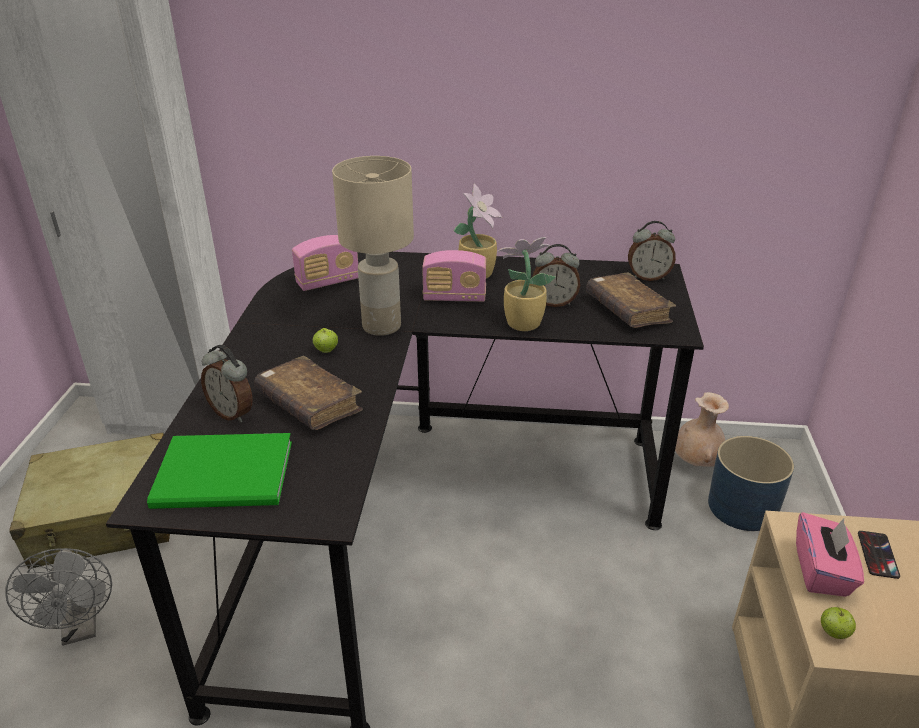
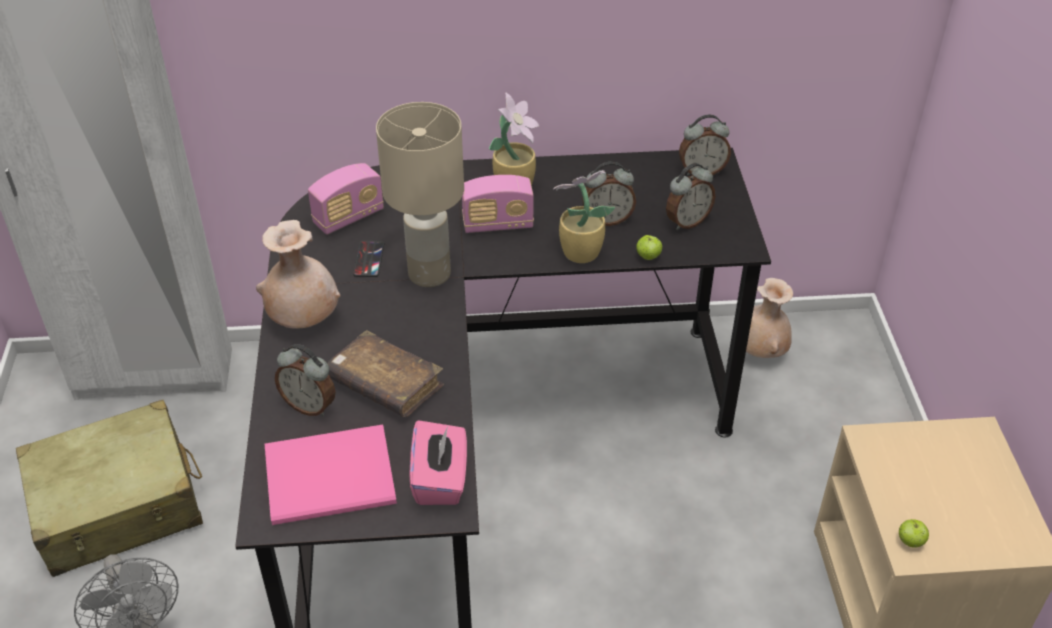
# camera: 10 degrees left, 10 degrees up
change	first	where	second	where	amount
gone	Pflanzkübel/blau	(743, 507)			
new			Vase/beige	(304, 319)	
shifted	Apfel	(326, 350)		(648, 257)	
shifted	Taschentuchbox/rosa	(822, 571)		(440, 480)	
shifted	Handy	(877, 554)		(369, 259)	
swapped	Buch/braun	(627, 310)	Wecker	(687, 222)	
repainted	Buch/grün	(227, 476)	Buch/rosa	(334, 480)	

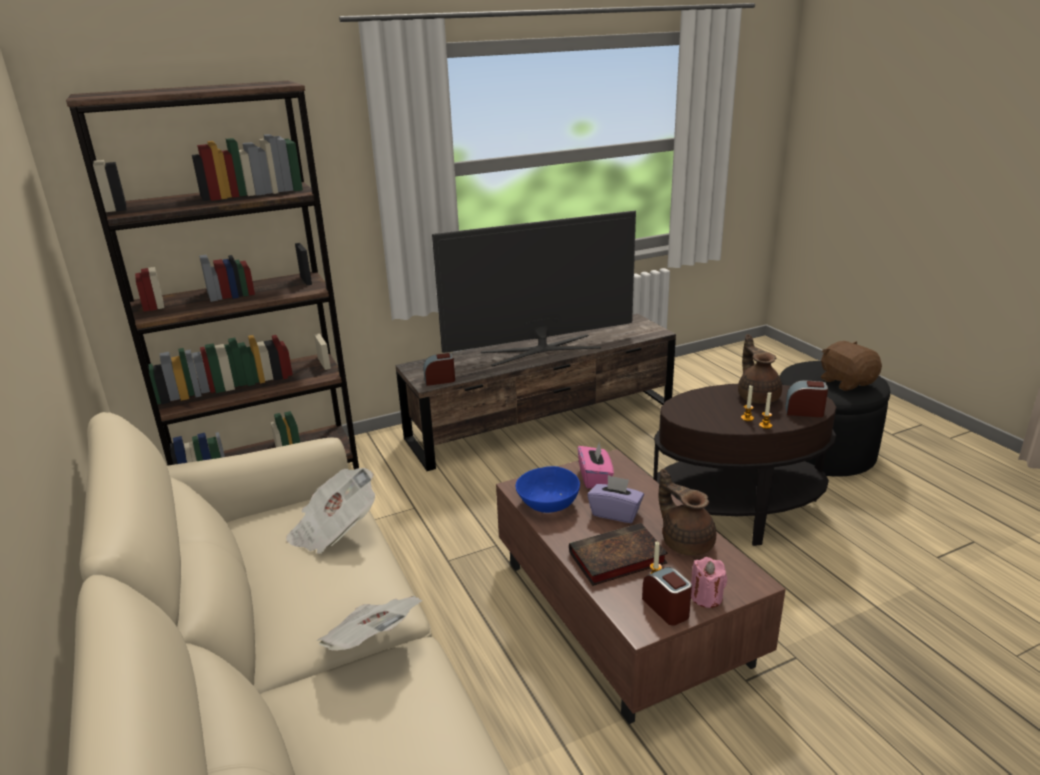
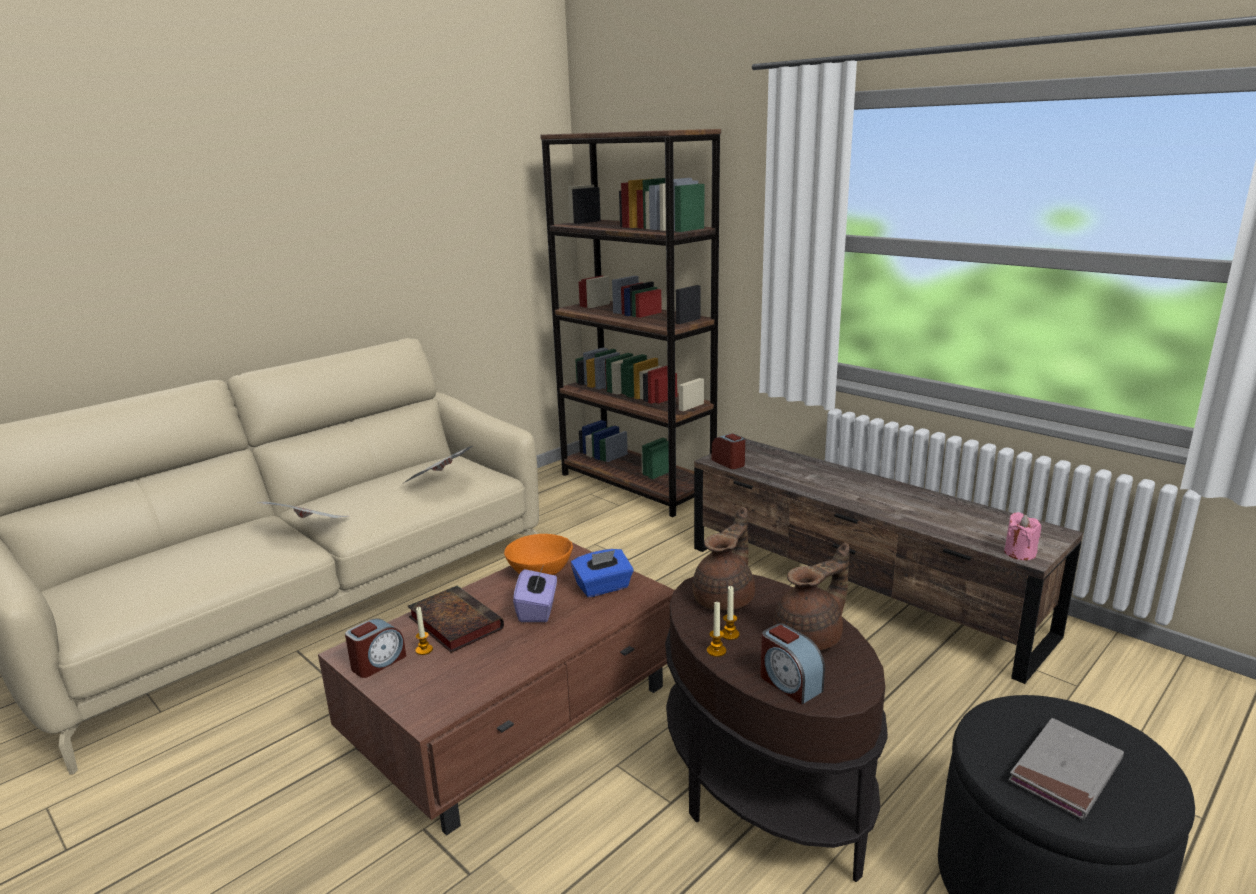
# camera: 70 degrees right, 5 degrees down
change	first	where	second	where	amount
gone	Fernseher	(541, 350)			
shifted	Teekanne/braun	(686, 542)		(726, 599)	
shifted	Kerze/rosa	(706, 597)		(1019, 553)	
swapped	Plüschtier/braun	(846, 382)	Buch/grau	(1065, 772)	
repainted	Schüssel/blau	(548, 504)	Schüssel/orange	(539, 571)	
repainted	Taschentuchbox/rosa	(595, 478)	Taschentuchbox/blau	(603, 587)	
rotated	Wecker	(804, 411)		(789, 683)	150 degrees clockwise

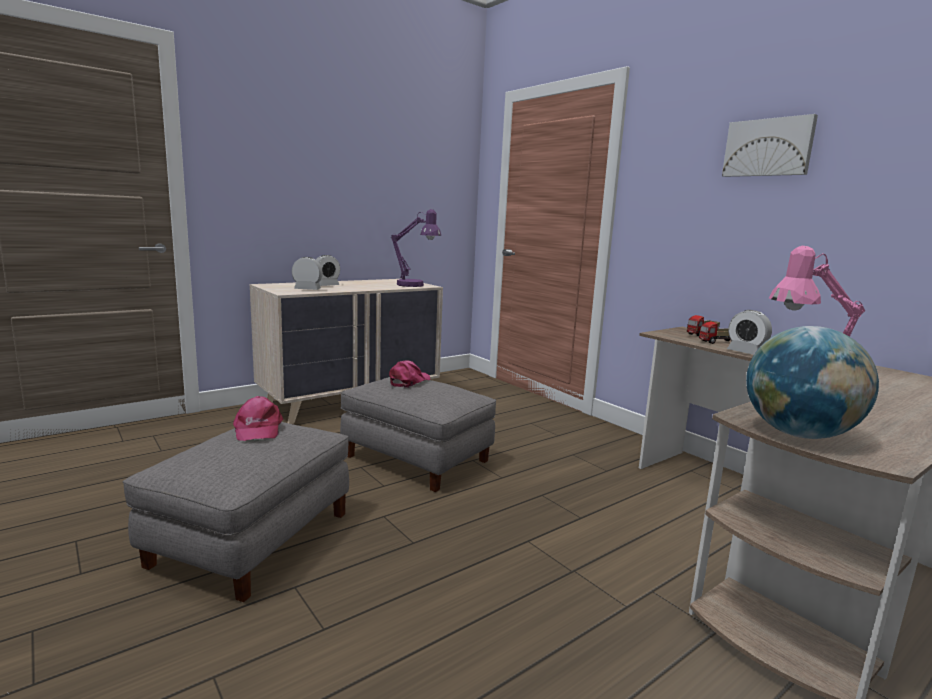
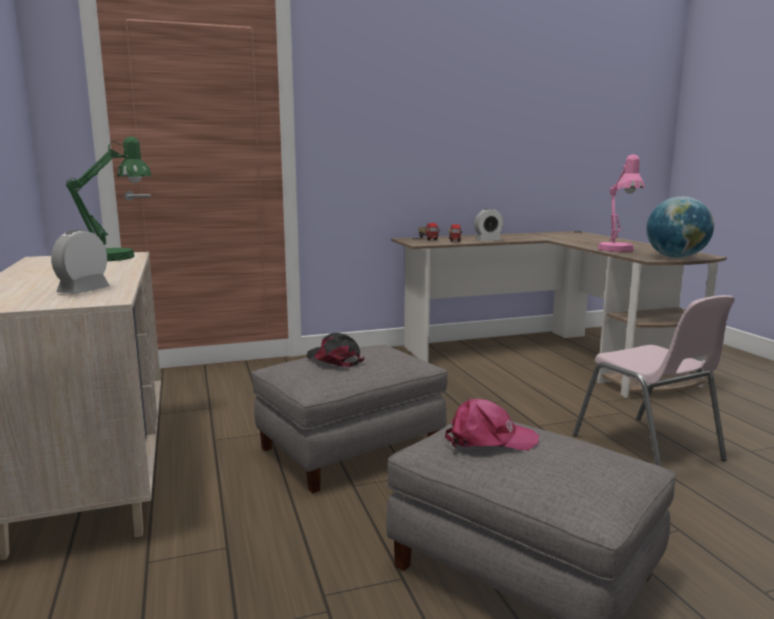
# camera: 70 degrees left, 0 degrees up
change	first	where	second	where	amount
gone	Wecker	(326, 285)			
gone	Bild	(768, 147)			
new			Stuhl/rosa	(648, 448)	
repainted	Kappe/rosa	(409, 381)	Kappe/schwarz	(334, 359)	
repainted	Tischlampe/lila	(416, 285)	Tischlampe/grün	(120, 256)	

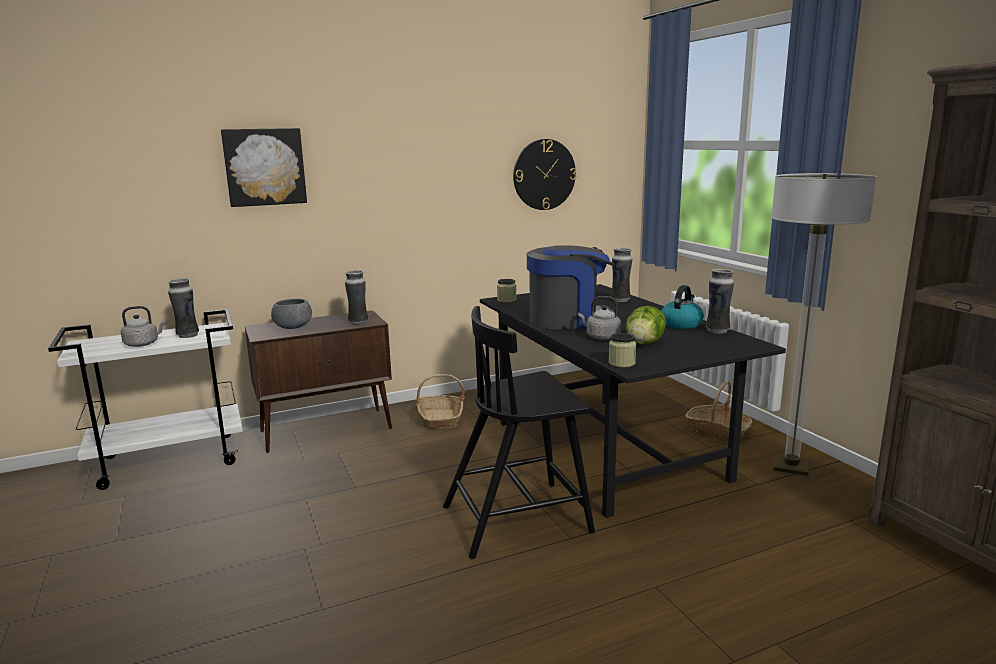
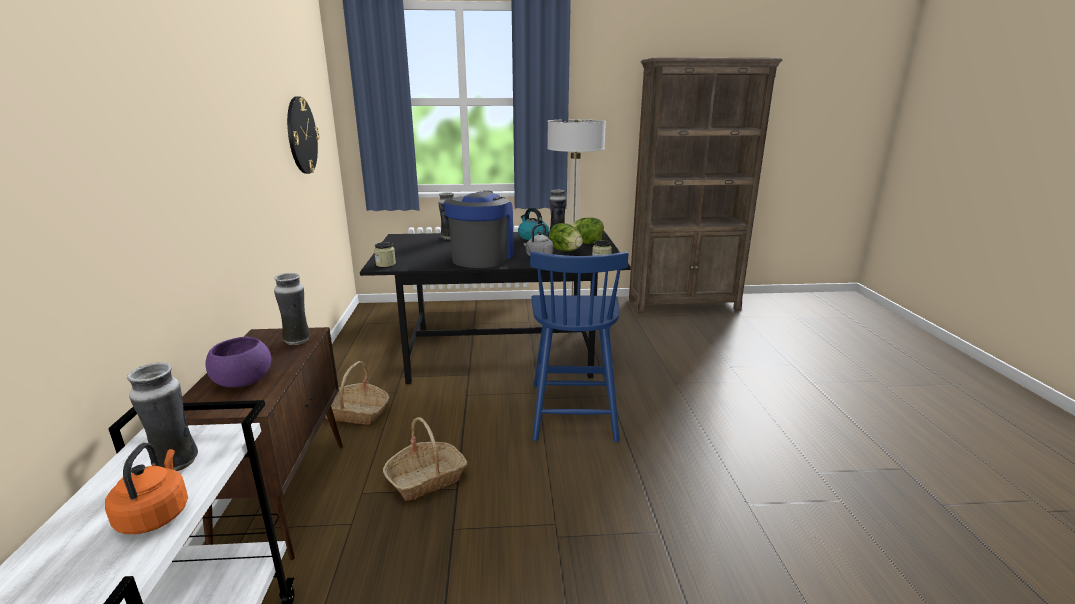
# camera: 70 degrees left, 5 degrees up
change	first	where	second	where	amount
gone	Bild	(264, 167)			
new			Salatkopf	(586, 243)	
shifted	Korb	(717, 431)		(426, 479)	
repainted	Wasserkessel/grau	(143, 344)	Wasserkessel/orange	(155, 514)	
repainted	Schüssel/grau	(293, 327)	Schüssel/lila	(243, 381)	
repainted	Stuhl/schwarz	(519, 518)	Stuhl/blau	(573, 410)	

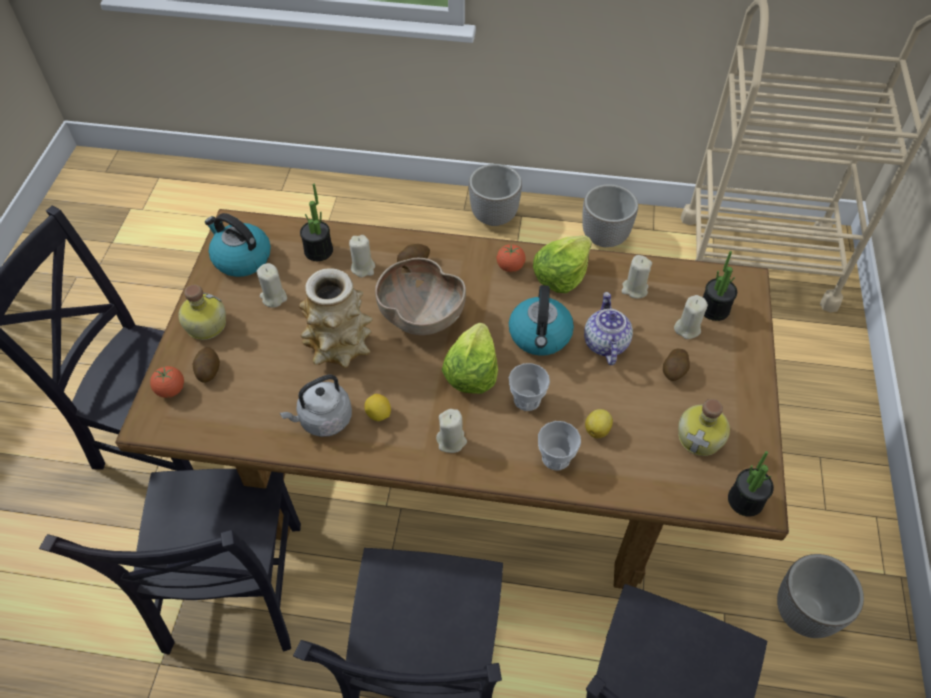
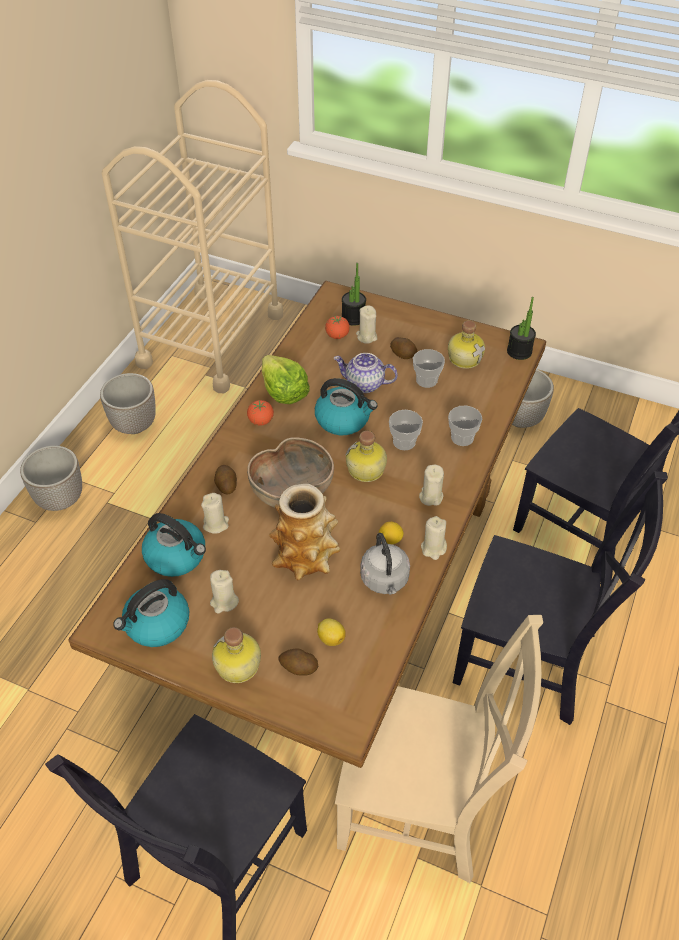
# camera: 75 degrees left, 5 degrees down
change	first	where	second	where	amount
new			Tasse	(426, 380)	
shifted	Tomate	(171, 390)		(337, 336)	
shifted	Zitrone	(597, 429)		(330, 638)	
shifted	Kerze/beige	(634, 289)		(433, 548)	
swapped	Topfpflanze	(318, 251)	Wasserkessel	(177, 556)	
swapped	Salatkopf	(471, 372)	Flasche	(366, 470)	
repainted	Stuhl/schwarz	(233, 593)	Stuhl/beige	(422, 808)	

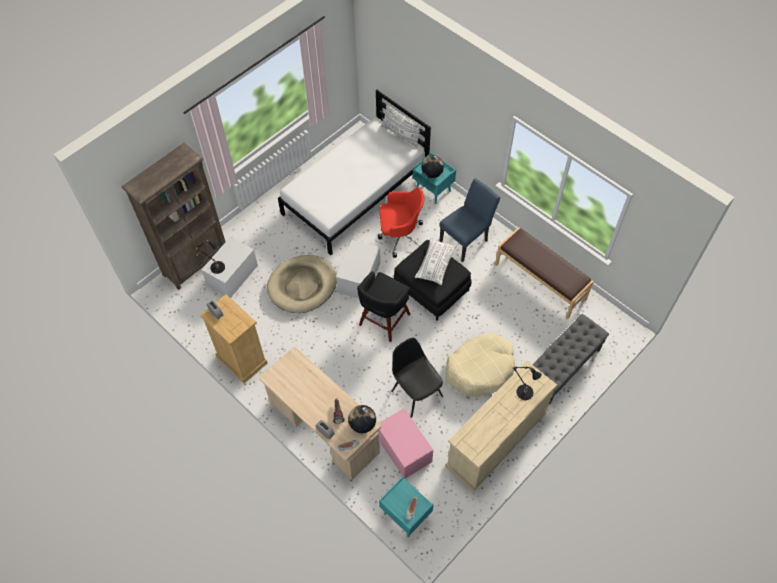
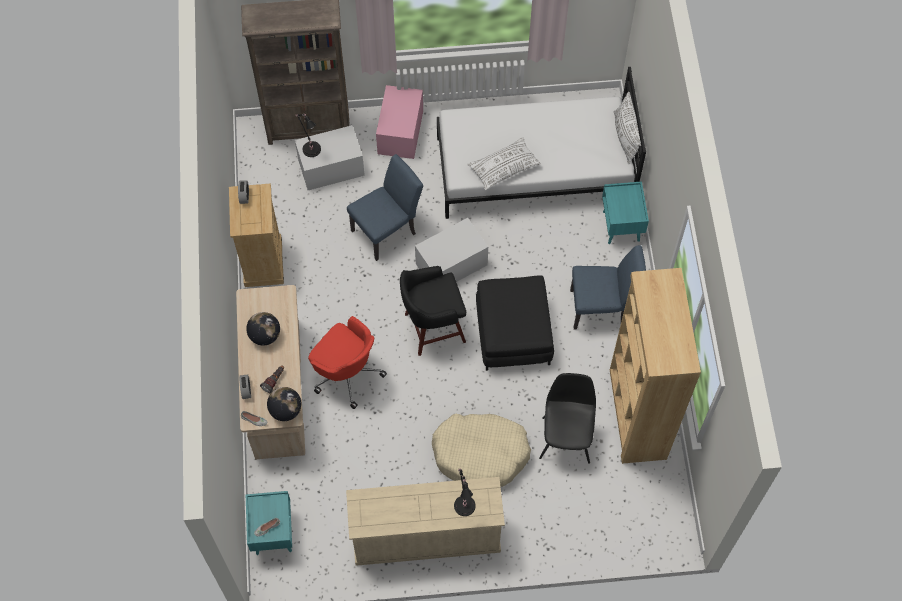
# camera: 40 degrees right, 5 degrees up
change	first	where	second	where	amount
gone	Bank/grau	(562, 368)			
shifted	Bürostuhl/rot	(400, 236)		(347, 373)	
shifted	Aufbewahrungsbox/rosa	(404, 449)		(400, 132)	
shifted	Stuhl/schwarz	(416, 392)		(566, 438)	
shifted	Kissen/weiß	(435, 265)		(503, 168)	
shifted	Globus	(432, 173)		(265, 335)	
swapped	Hundebett/beige	(302, 285)	Stuhl/blau	(388, 230)	
swapped	Bank/braun	(540, 281)	Bücherregal/braun	(636, 414)	

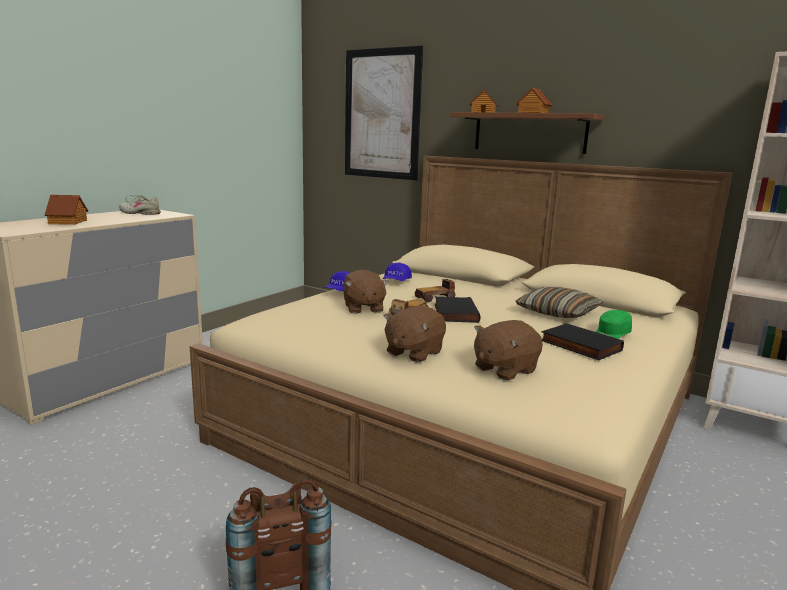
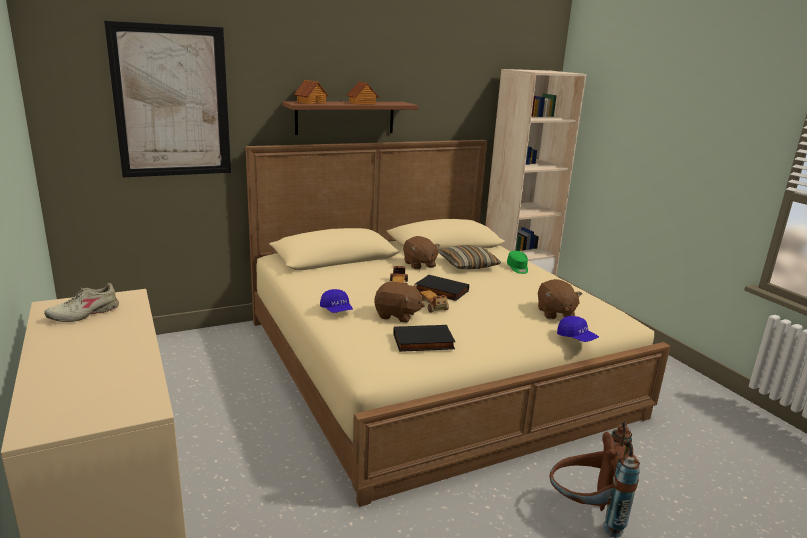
# camera: 60 degrees left, 5 degrees up
change	first	where	second	where	amount
gone	Spielzeughaus	(68, 222)			
shifted	Kappe/blau	(396, 281)		(576, 338)	
shifted	Plüschtier/braun	(413, 352)		(419, 264)	
shifted	Buch/schwarz	(579, 346)		(423, 342)	

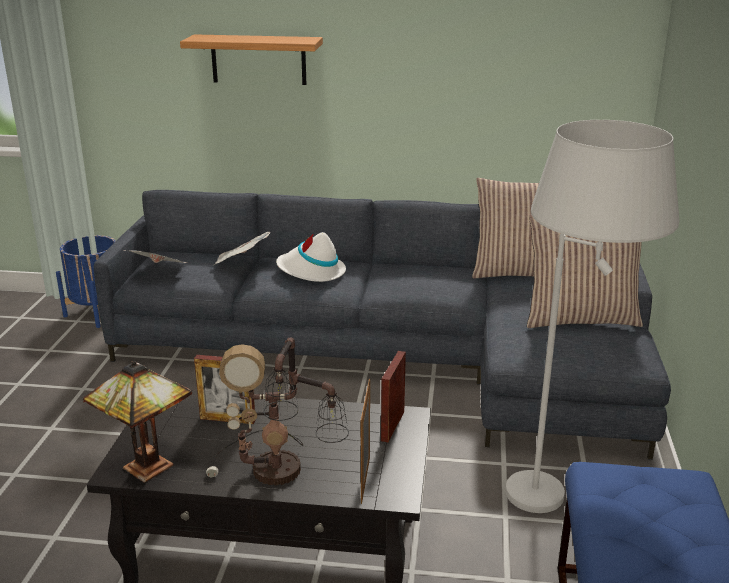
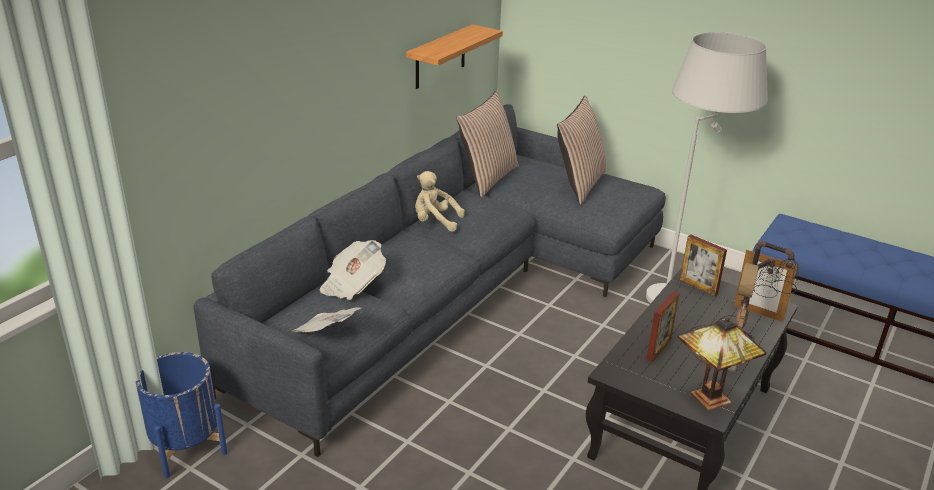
# camera: 65 degrees left, 5 degrees up
change	first	where	second	where	amount
gone	Hut/weiß	(311, 272)			
new			Plüschtier/beige	(435, 222)	
shifted	Wandregal	(258, 59)		(440, 57)	

